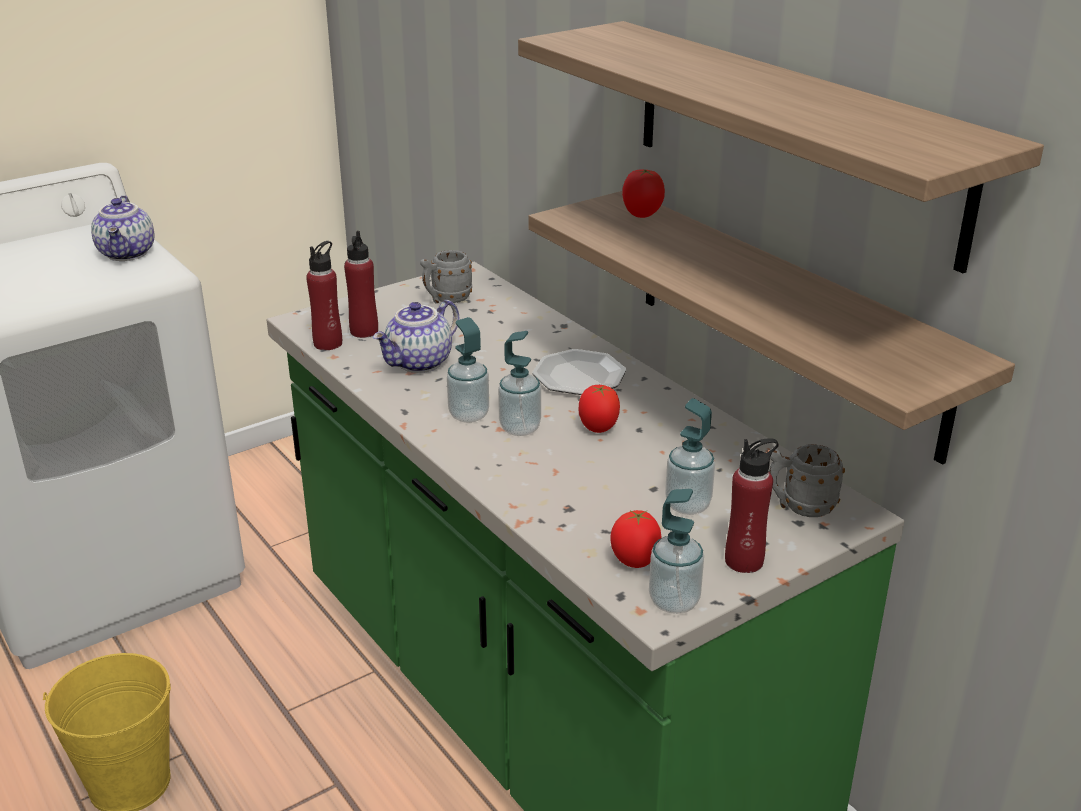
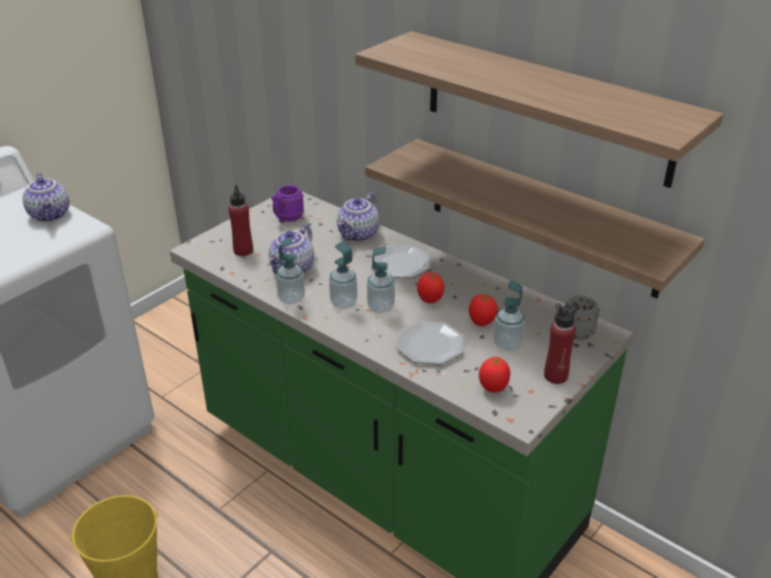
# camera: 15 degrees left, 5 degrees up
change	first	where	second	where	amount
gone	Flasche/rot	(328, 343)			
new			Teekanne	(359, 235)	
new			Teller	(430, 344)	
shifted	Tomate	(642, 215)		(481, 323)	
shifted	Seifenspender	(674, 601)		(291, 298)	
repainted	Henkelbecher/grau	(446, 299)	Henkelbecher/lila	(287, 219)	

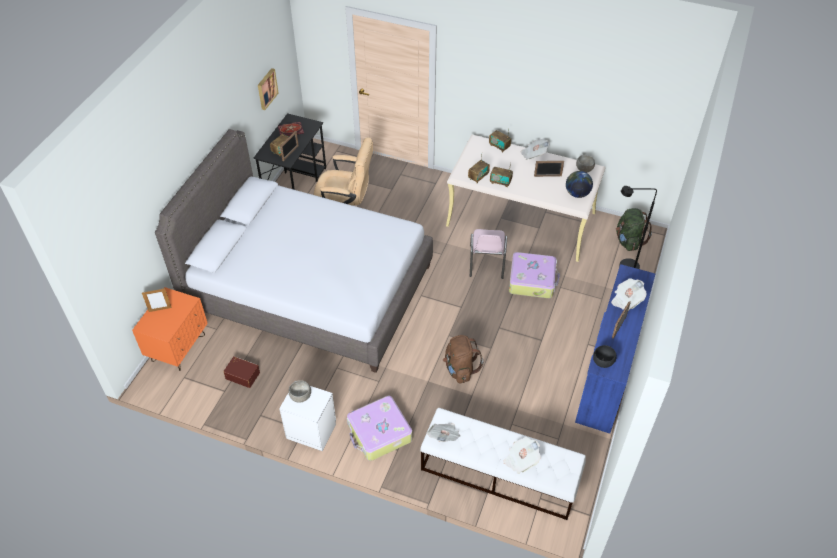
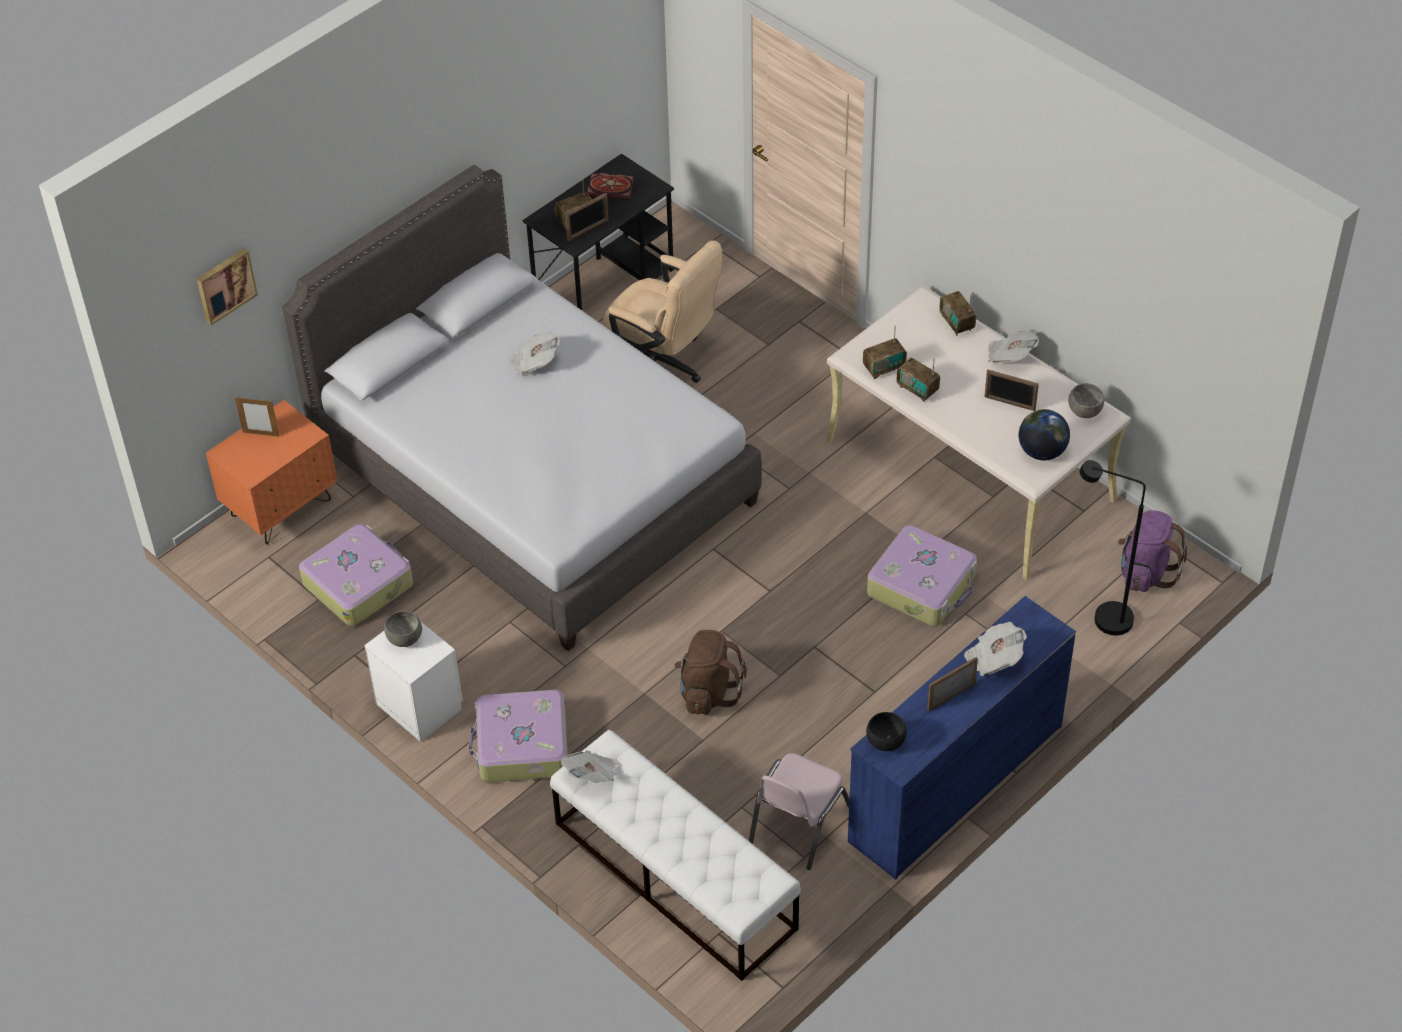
# camera: 25 degrees right, 0 degrees up
change	first	where	second	where	amount
shifted	Bild	(266, 88)		(225, 285)	
shifted	Stuhl/rosa	(486, 262)		(798, 824)	
shifted	Zeitung	(521, 460)		(534, 362)	
swapped	Aufbewahrungsbox/braun	(243, 375)	Koffer	(358, 583)	
repainted	Rucksack/grün	(628, 241)	Rucksack/lila	(1145, 572)	

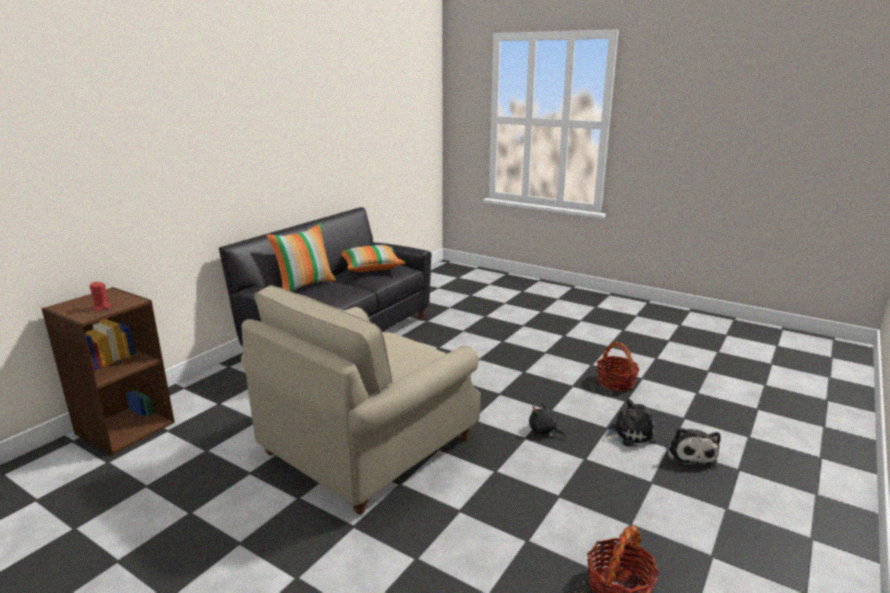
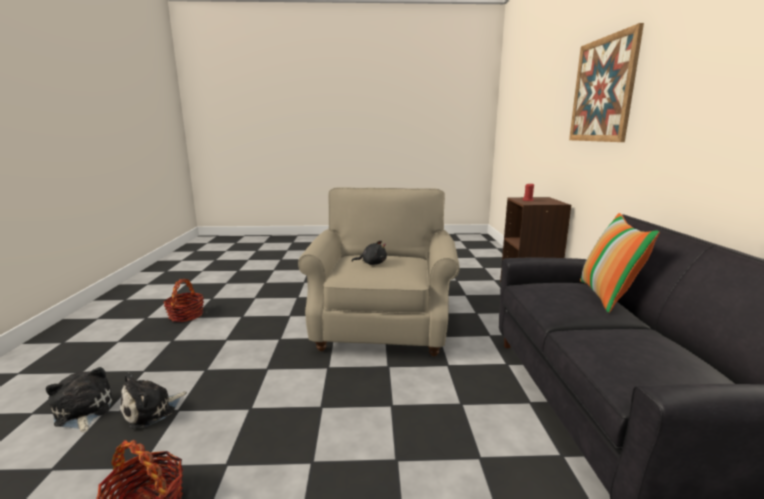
# camera: 145 degrees right, 5 degrees down
change	first	where	second	where	amount
gone	Kissen	(371, 267)			
new			Bild	(602, 90)	
shifted	Plüschtier/schwarz	(543, 431)		(372, 263)	

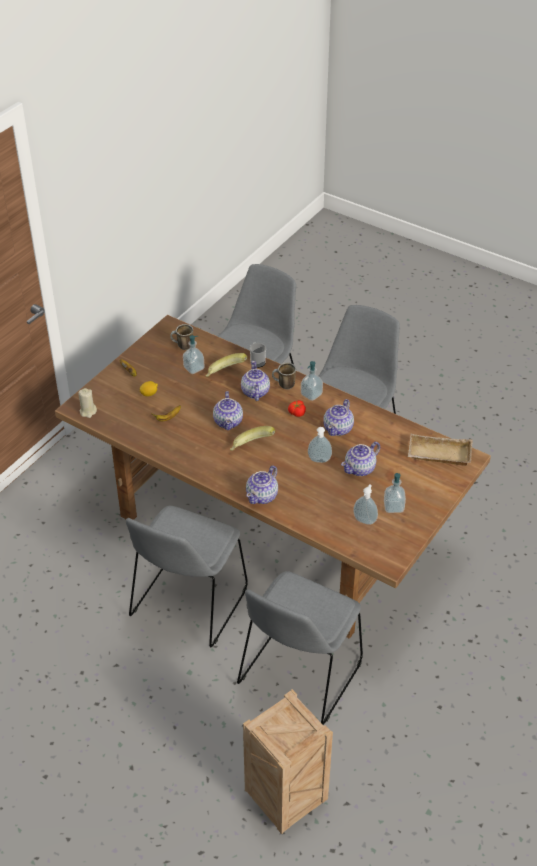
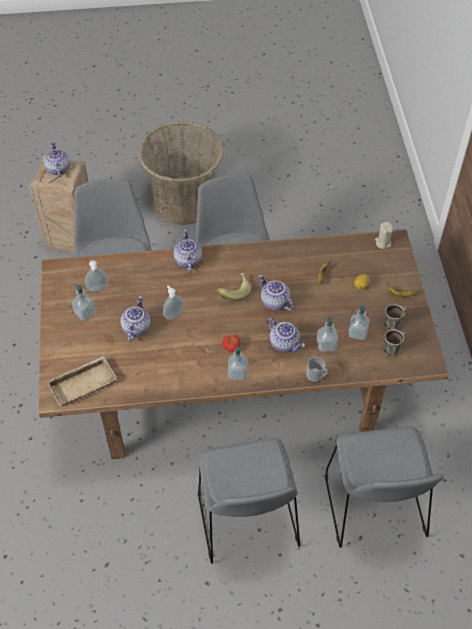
# camera: 140 degrees right, 10 degrees up
change	first	where	second	where	amount
new			Korb	(184, 200)	
shifted	Henkelbecher	(283, 385)		(393, 323)	
shifted	Teekanne	(338, 428)		(58, 169)	
swapped	Banane	(225, 374)	Seifenspender	(326, 344)	

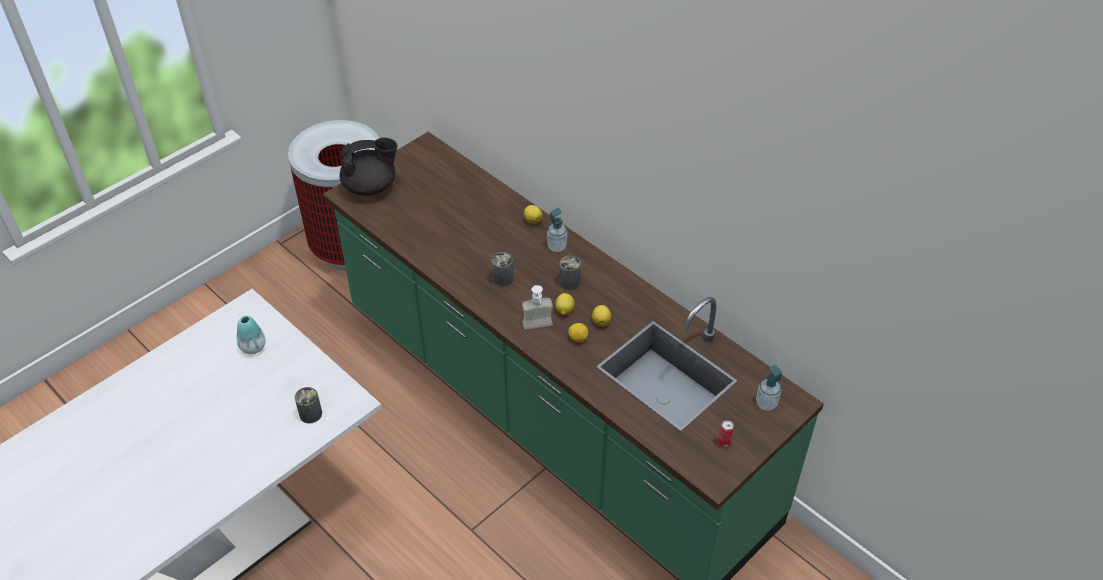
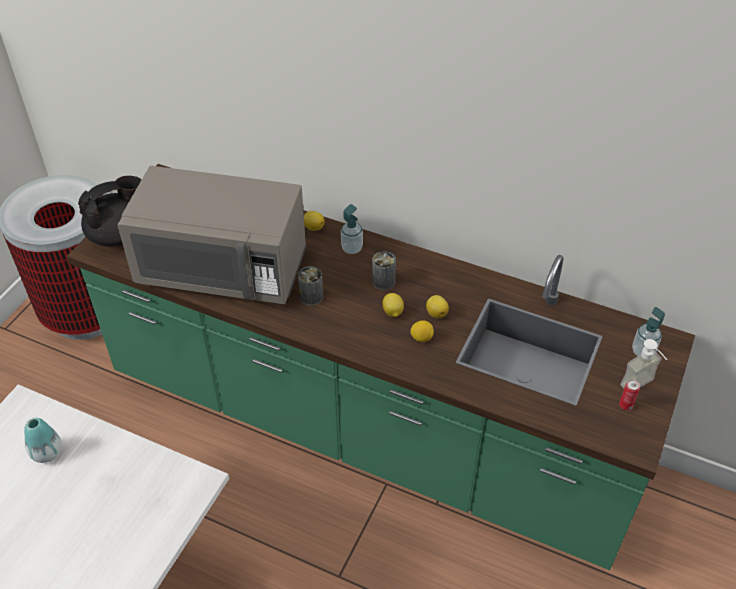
# camera: 20 degrees left, 0 degrees up
change	first	where	second	where	amount
gone	Dose	(310, 414)			
new			Mikrowelle/grau	(223, 269)	
shifted	Seifenspender	(538, 328)		(642, 387)	

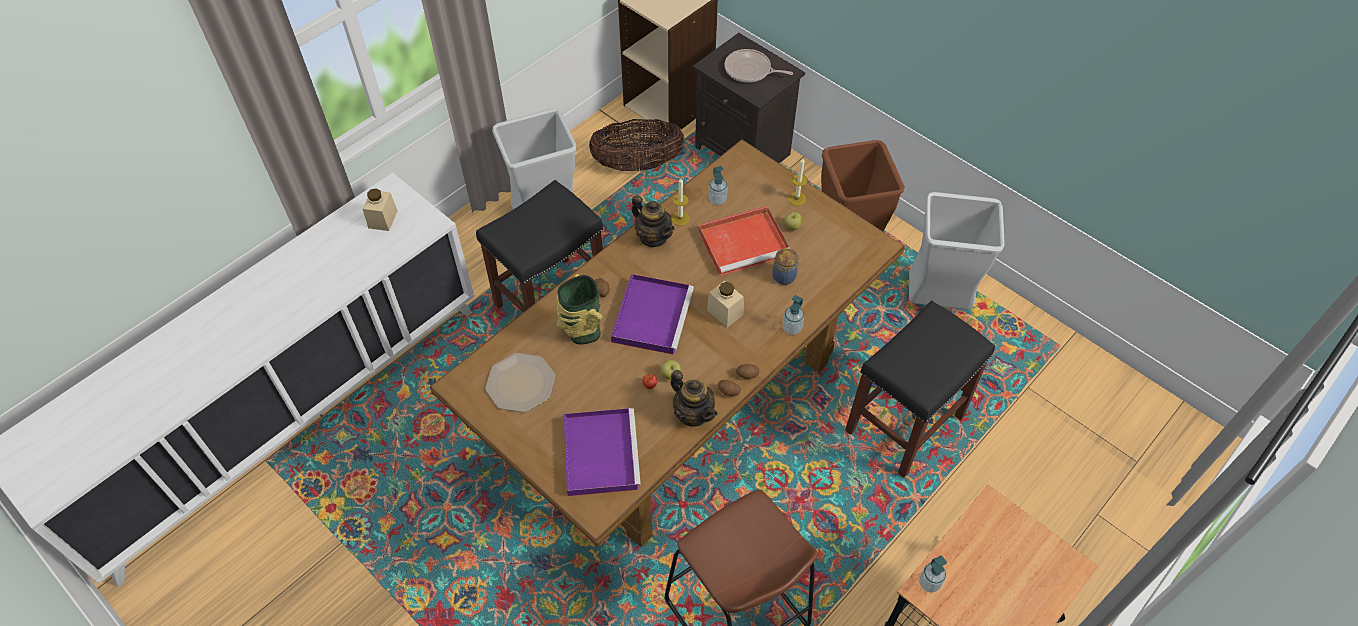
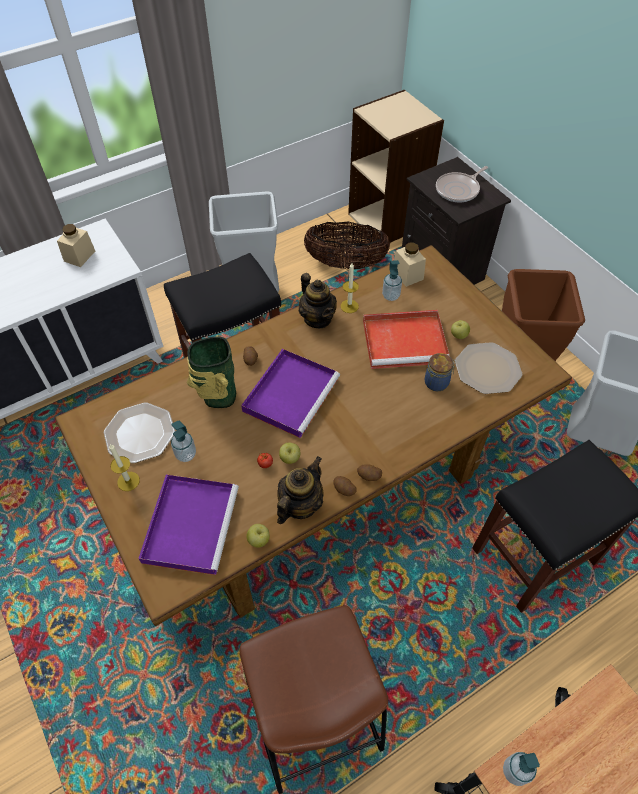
# camera: 15 degrees right, 0 degrees up
change	first	where	second	where	amount
new			Apfel	(259, 540)	
new			Teller	(487, 368)	
shifted	Vorratsglas/beige	(725, 312)		(407, 275)	
shifted	Seifenspender	(792, 328)		(186, 454)	
shifted	Kerze	(797, 199)		(128, 481)	
rotated	Teekanne	(693, 413)		(300, 505)	120 degrees counterclockwise
rotated	Pfanne	(750, 70)		(459, 190)	75 degrees counterclockwise

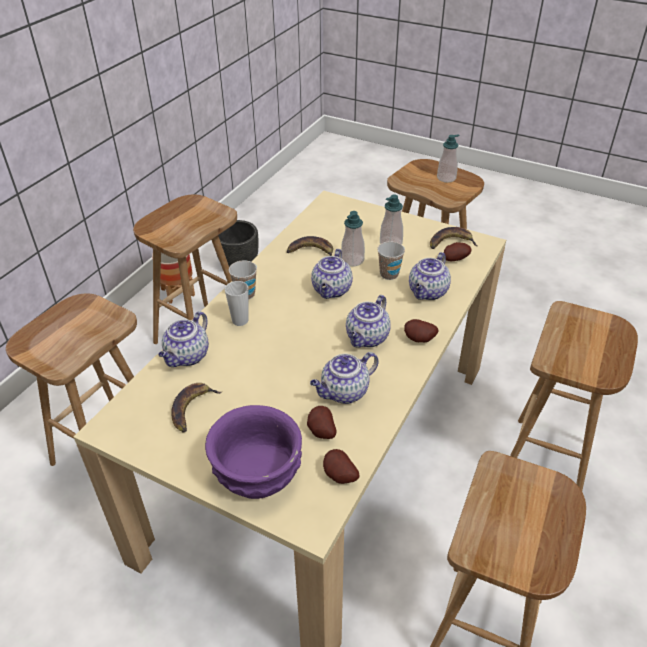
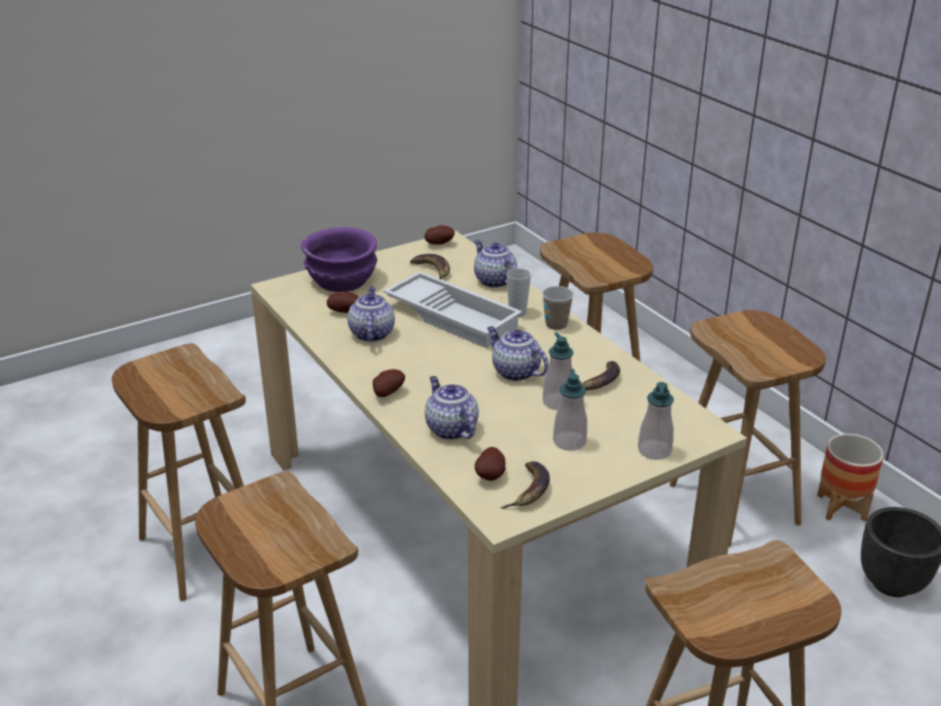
# camera: 120 degrees right, 10 degrees down
change	first	where	second	where	amount
gone	Teekanne	(367, 338)			
gone	Tasse	(389, 274)			
new			Tablett/weiß	(454, 316)	
shifted	Kartoffel	(339, 476)		(439, 244)	
shifted	Seifenspender	(446, 178)		(654, 451)	

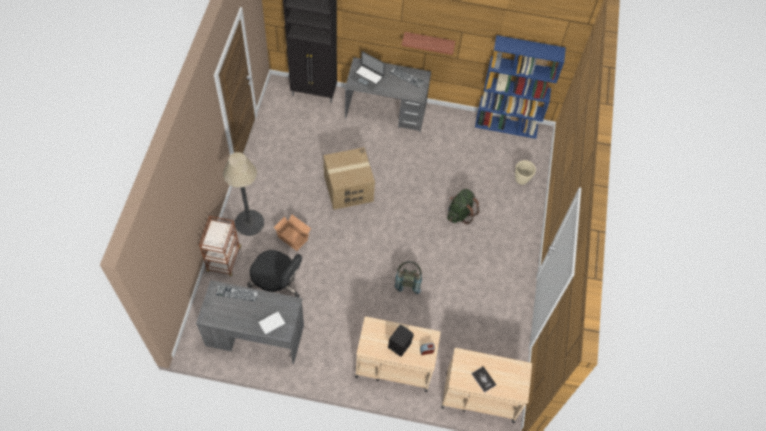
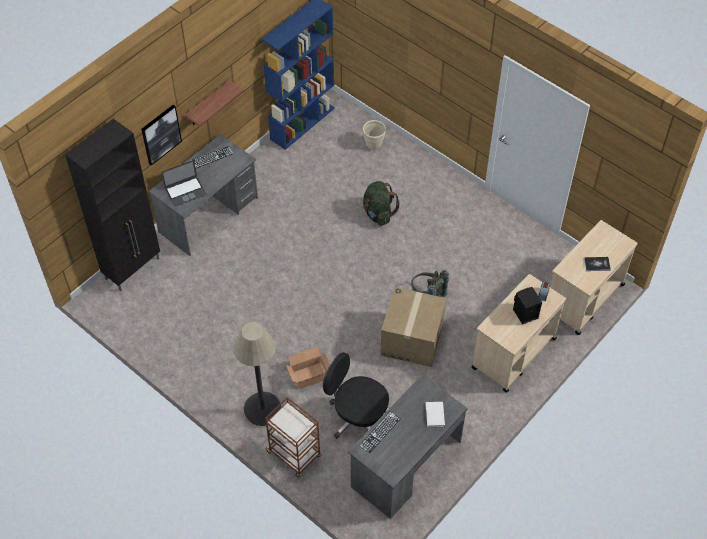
# camera: 55 degrees left, 5 degrees down
change	first	where	second	where	amount
new			Bild	(160, 134)	
shifted	Karton	(348, 188)		(412, 339)	
rotated	Bürostuhl/schwarz	(277, 285)		(357, 416)	120 degrees counterclockwise

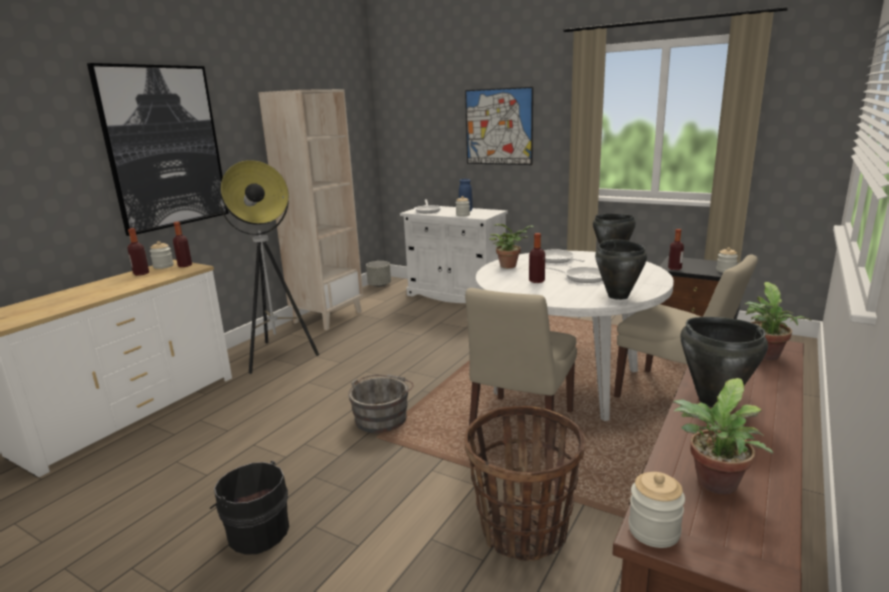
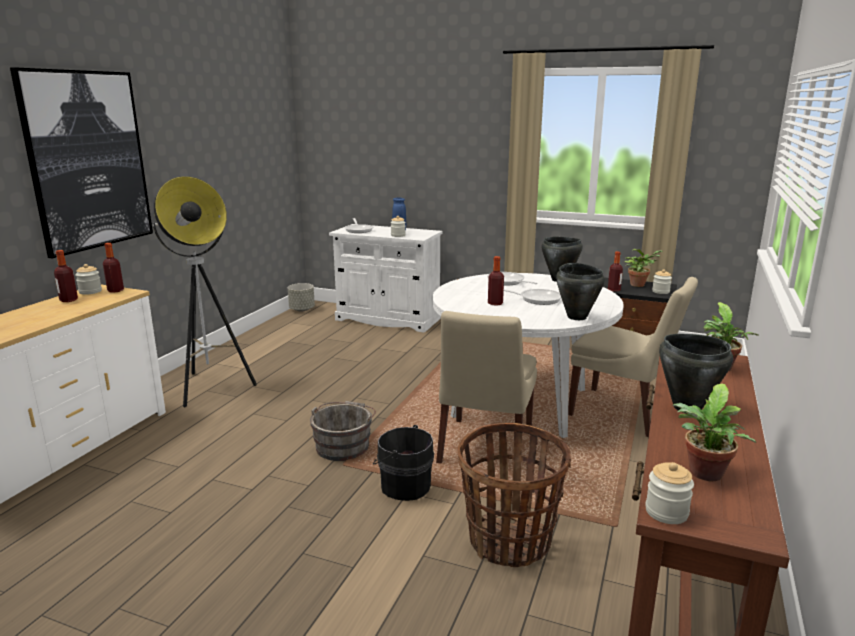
# camera: 10 degrees left, 0 degrees up
change	first	where	second	where	amount
gone	Bücherregal/beige	(328, 317)			
gone	Bild	(498, 127)			
shifted	Eimer/schwarz	(256, 531)		(403, 485)	
shifted	Topfpflanze	(510, 266)		(638, 284)	

